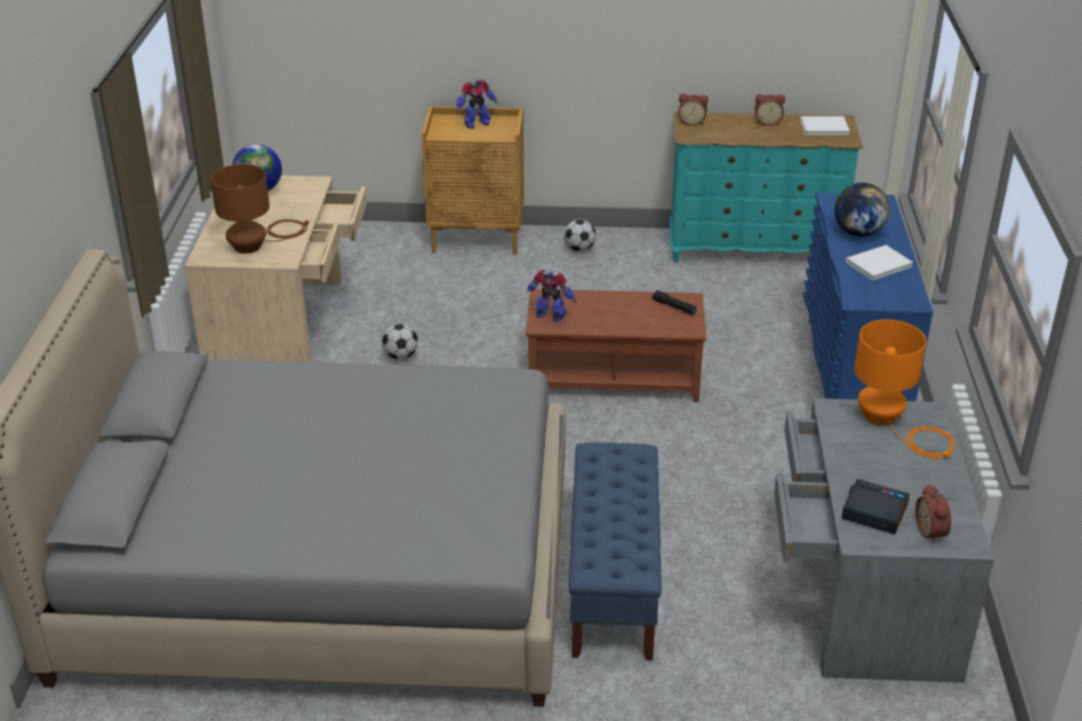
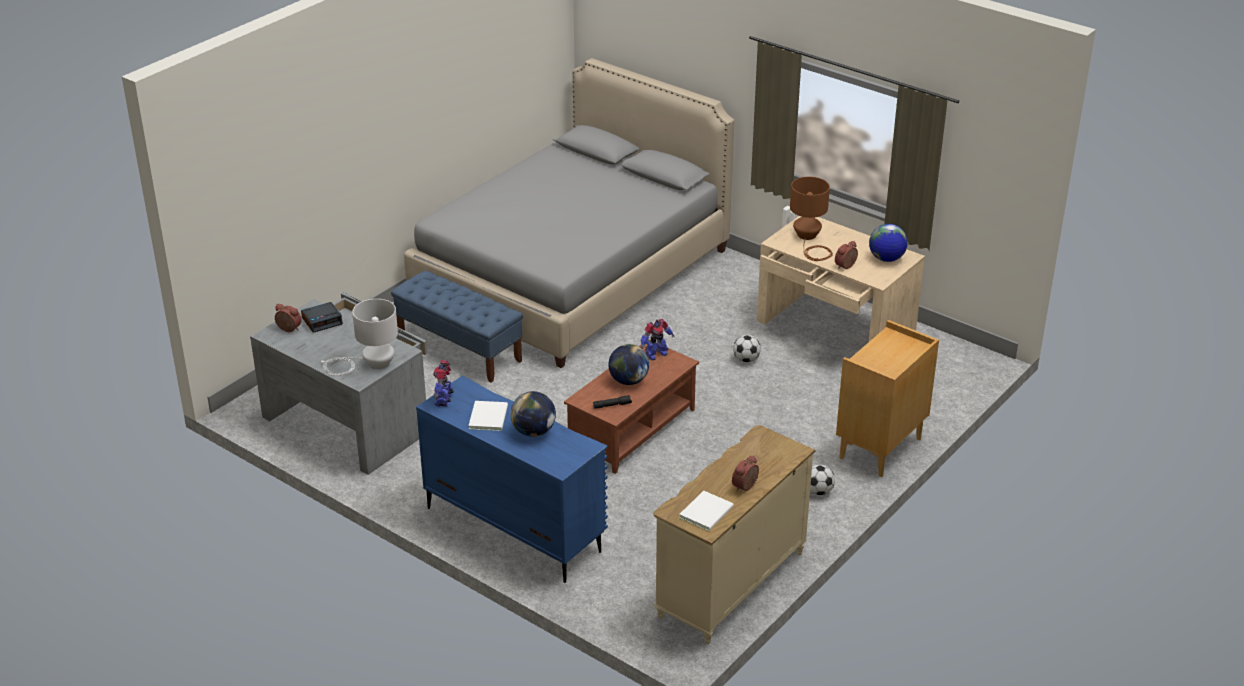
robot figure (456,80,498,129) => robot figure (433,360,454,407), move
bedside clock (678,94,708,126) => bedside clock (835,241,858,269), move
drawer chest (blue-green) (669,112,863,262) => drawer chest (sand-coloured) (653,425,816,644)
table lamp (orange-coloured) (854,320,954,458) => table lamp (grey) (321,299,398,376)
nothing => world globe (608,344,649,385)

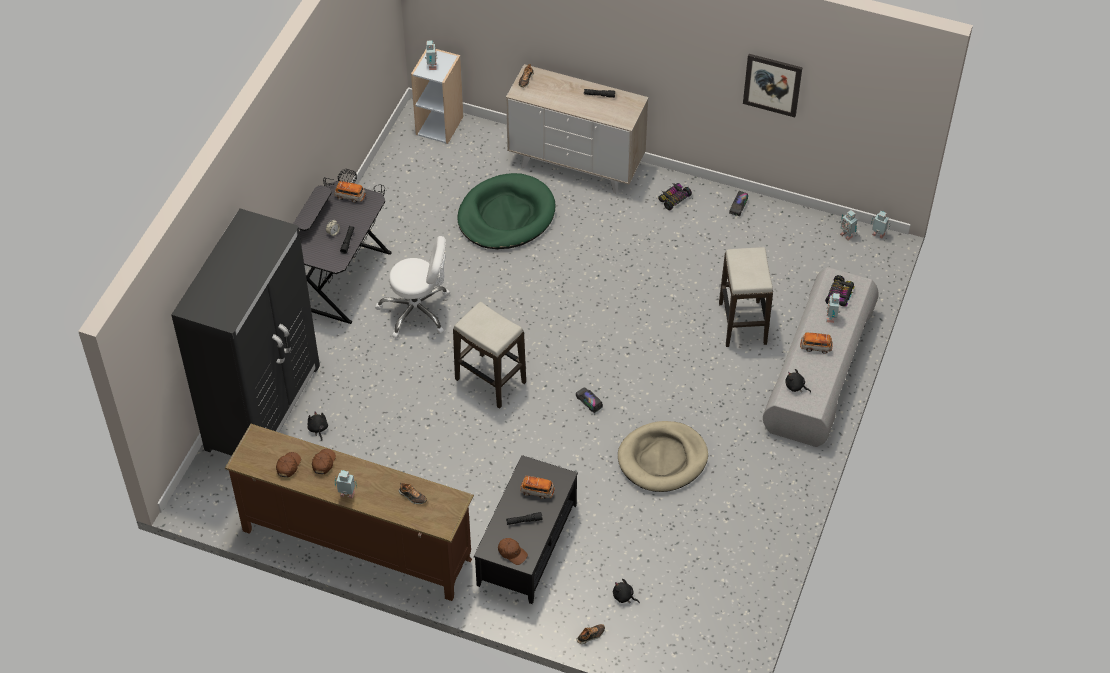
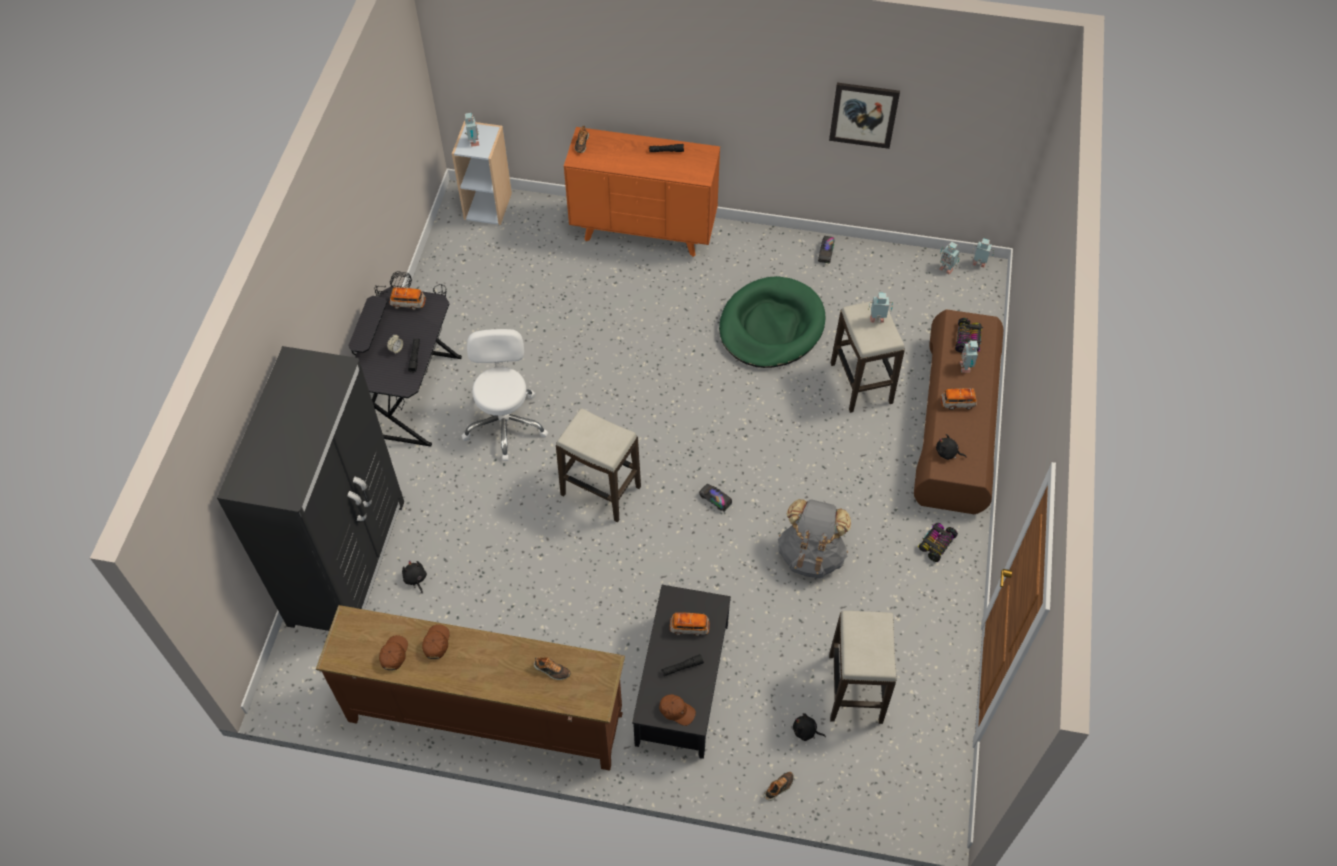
drawer chest (whitish) (506,64,648,194) => drawer chest (orange-coloured) (564,127,720,257)
dog cushion (green) (457,173,556,249) => dog cushion (green) (719,276,826,368), move
toy car (658,183,692,210) => toy car (918,523,958,562), move
office chair (whitish) (375,236,450,339) => office chair (whitish) (462,329,548,461), 90 degrees counterclockwise
bench (grey) (763,267,879,447) => bench (brown-coloured) (914,310,1003,514)
dog cushion (sand-coloured) (618,421,708,492) => knapsack (grey) (778,499,851,578)
robot figure (335,470,357,499) => robot figure (868,293,893,323), move
nothing => sitting stool (829,611,897,724)

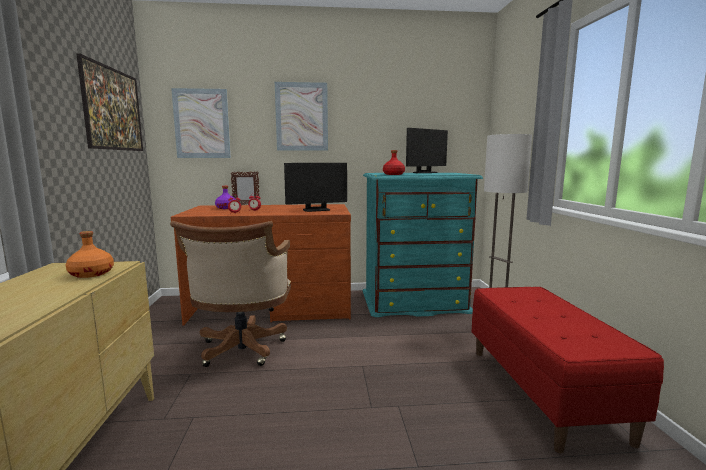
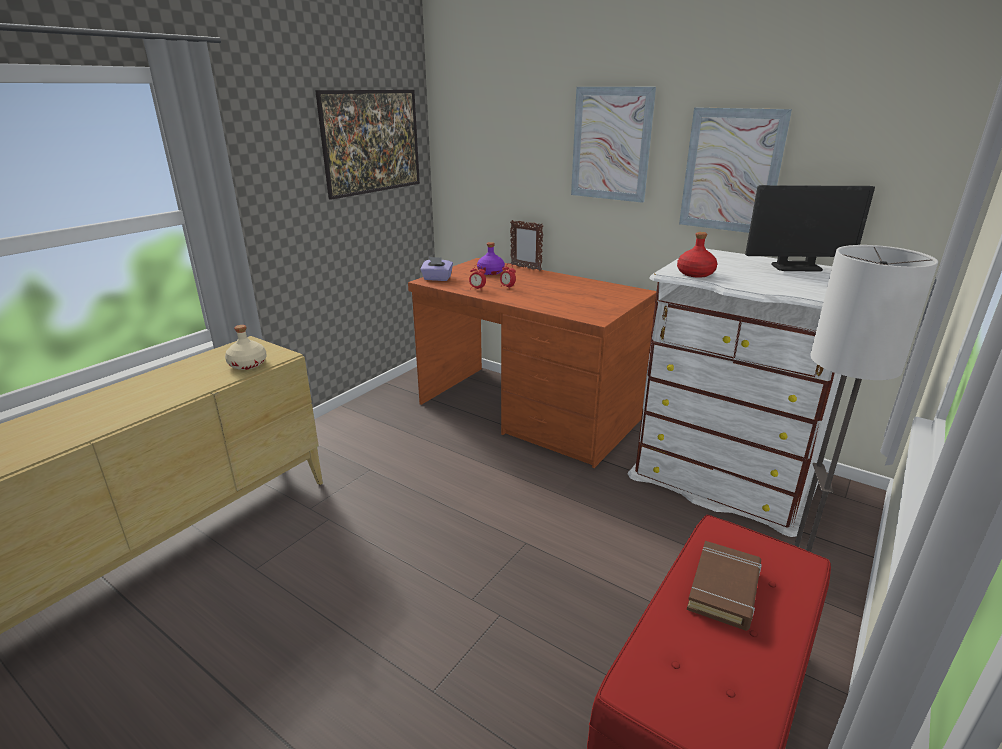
picture (171,88,231,158) => picture (679,107,792,233), move
computer display (284,163,347,212) => nothing
drawer chest (blue-green) (362,173,483,317) => drawer chest (whitish) (628,249,841,537)
office chair (170,221,291,367) => nothing
beverage bottle (orange-coloured) (66,231,114,278) => beverage bottle (sand-coloured) (225,325,267,370)
nothing => tissue holder (purple-coloured) (420,257,453,281)
nothing => volume (brown-coloured) (687,541,762,631)

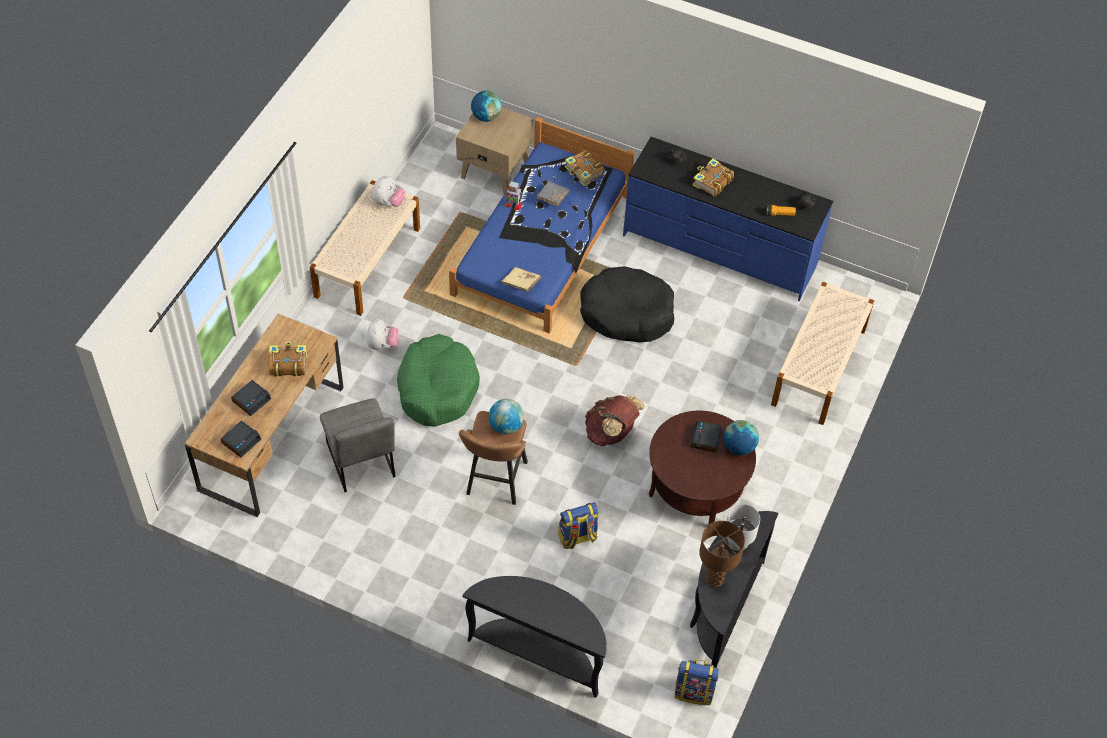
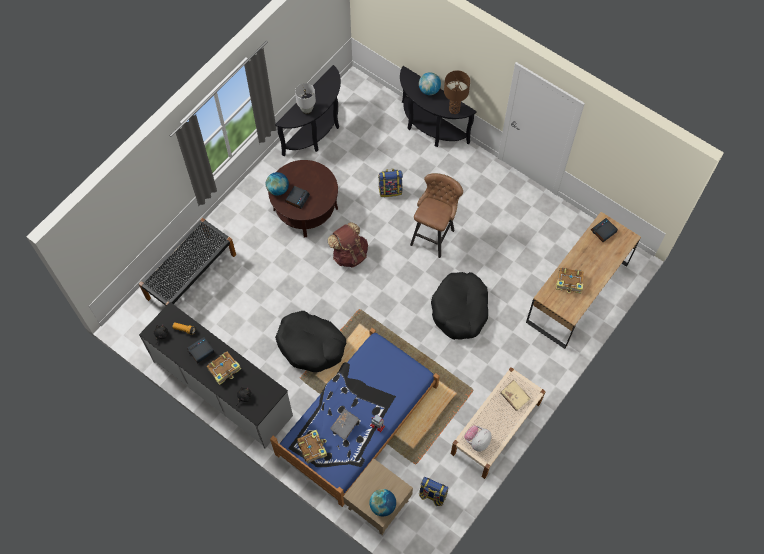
drawer chest (bluish) (623,137,833,301) => drawer chest (grey) (139,302,293,449)
volume (sand-coloured) (502,267,541,292) => volume (sand-coloured) (500,380,530,411), move
bench (sand-coloured) (771,282,875,425) => bench (black-coloured) (139,218,236,306)
cuddly toy (367,319,399,350) => nothing
dog cushion (green) (397,334,480,427) => dog cushion (black-coloured) (431,272,488,340)
bedside clock (231,380,271,416) => bedside clock (187,337,215,364), move
upright chair (grey) (320,399,395,492) => nothing
world globe (489,399,524,434) => world globe (419,72,441,95), move
table lamp (brown-coloured) (699,521,745,587) => table lamp (brown-coloured) (444,70,470,114), move
knapsack (675,659,719,705) => knapsack (419,477,449,506), move

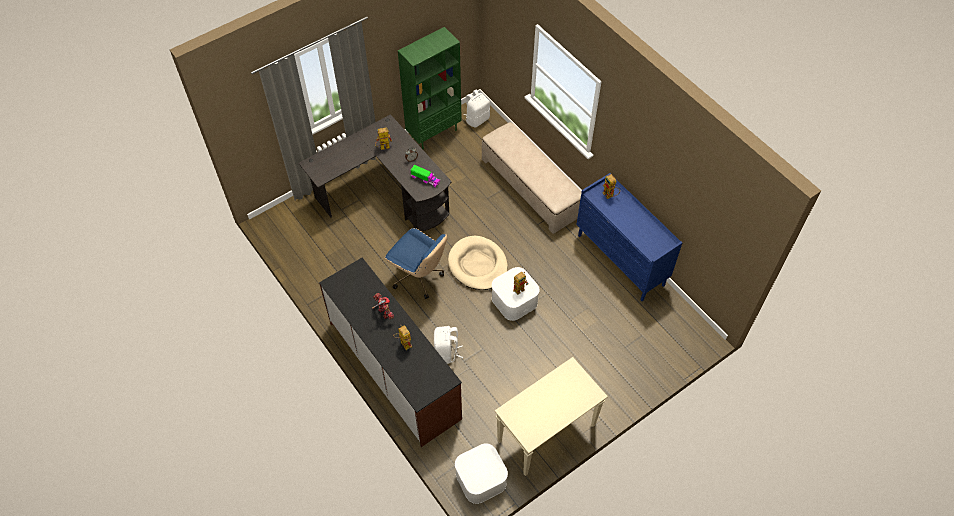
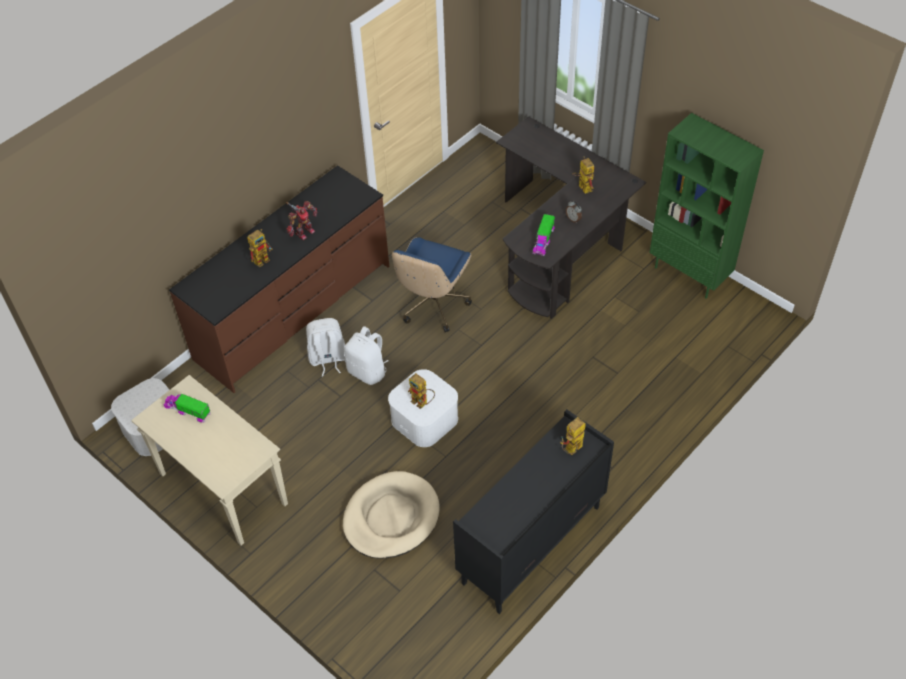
knapsack (whitish) (464,89,490,127) => knapsack (whitish) (344,326,388,385), move
bench (sand-coloured) (482,122,581,234) => nothing
drawer chest (bluish) (577,173,683,301) => drawer chest (black-coloured) (453,409,614,614)
dog cushion (sand-coloured) (448,236,508,290) => dog cushion (sand-coloured) (343,471,440,559), move
nothing => model truck (164,393,211,422)

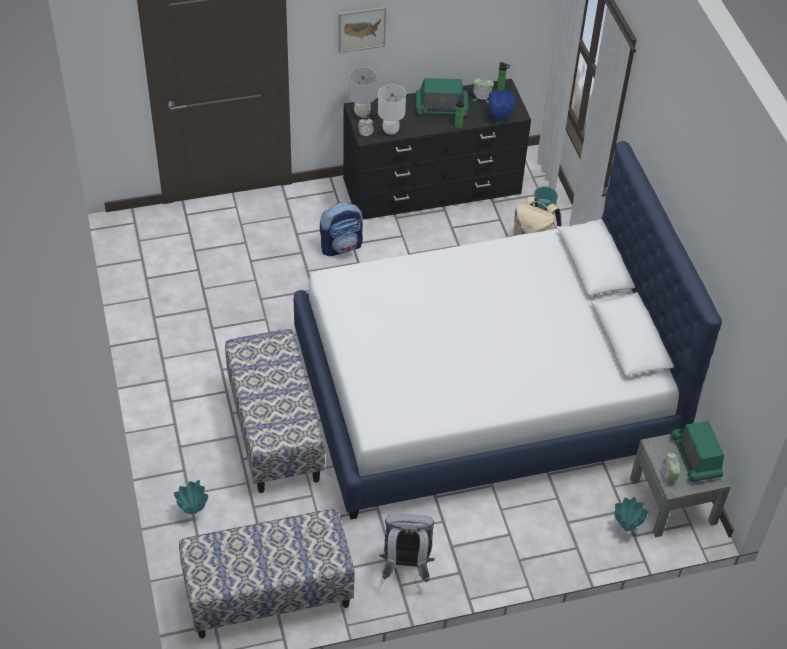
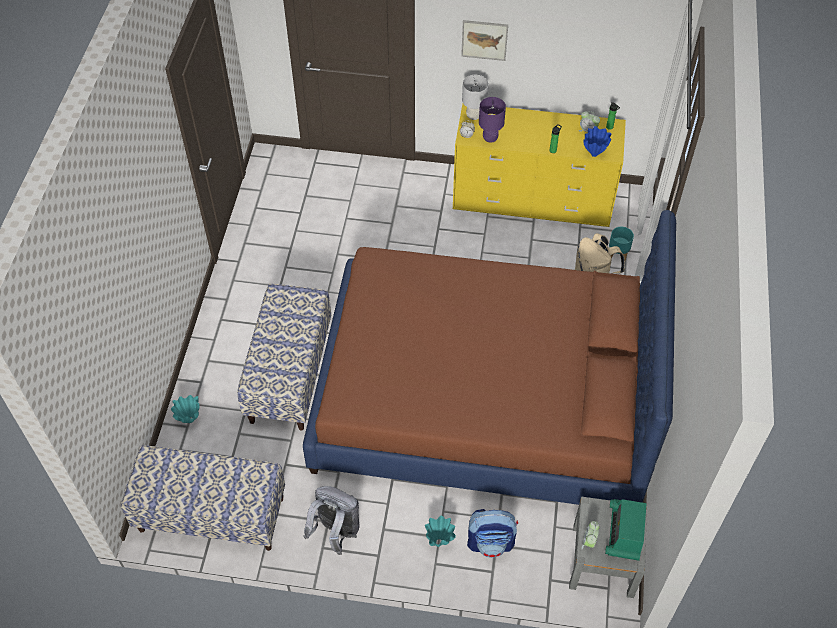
radio (416,78,469,116) => nothing
drawer chest (black-coloured) (343,79,531,220) => drawer chest (yellowish) (453,104,626,227)
table lamp (whitish) (378,85,406,135) => table lamp (purple-coloured) (479,97,506,143)
sleeping bed (whitish) (294,141,722,519) => sleeping bed (brown-coloured) (303,210,676,505)
knapsack (320,202,363,256) => knapsack (467,509,518,558), move
vase (blue-green) (614,497,649,532) => vase (blue-green) (425,515,456,547), move

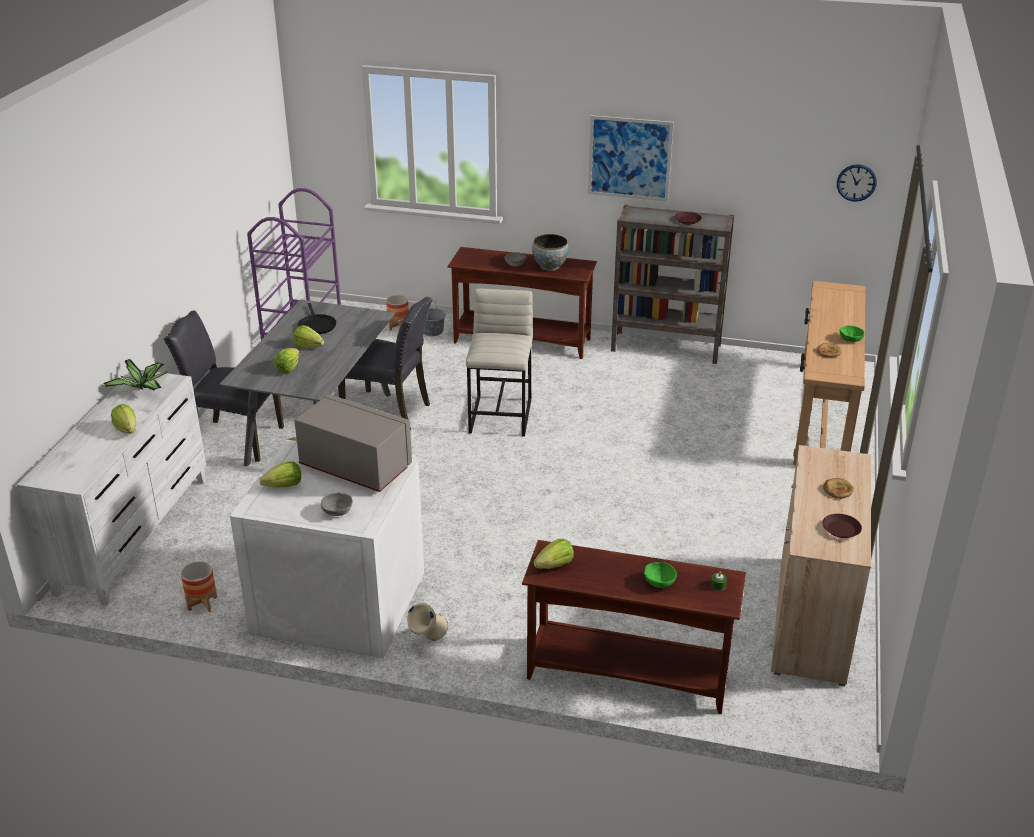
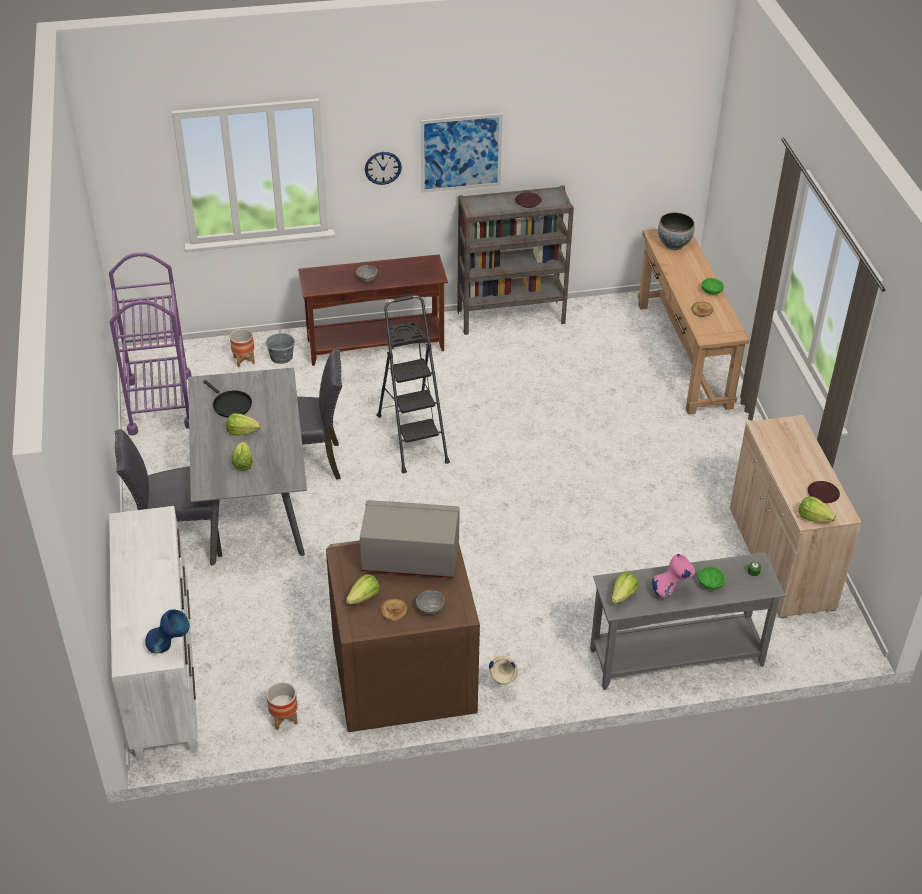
wall clock (837,164,876,202) => wall clock (365,152,402,185), move
deep dish (532,234,569,271) => deep dish (658,212,694,250), move
sitting stool (sand-coloured) (466,289,533,437) => step stool (376,295,450,473)
potted plant (104,359,167,391) => nothing
lettuce head (111,404,136,434) => lettuce head (798,496,836,522), move
drawer chest (whitish) (230,437,424,658) => drawer chest (brown-coloured) (326,540,480,732)
bakery bread (823,478,854,499) => bakery bread (380,598,407,622), move
console table (brown-coloured) (522,540,746,714) => console table (grey) (590,552,786,690)
nothing => vase (pink-coloured) (652,554,695,598)
nothing => vase (bluish) (145,609,189,653)

